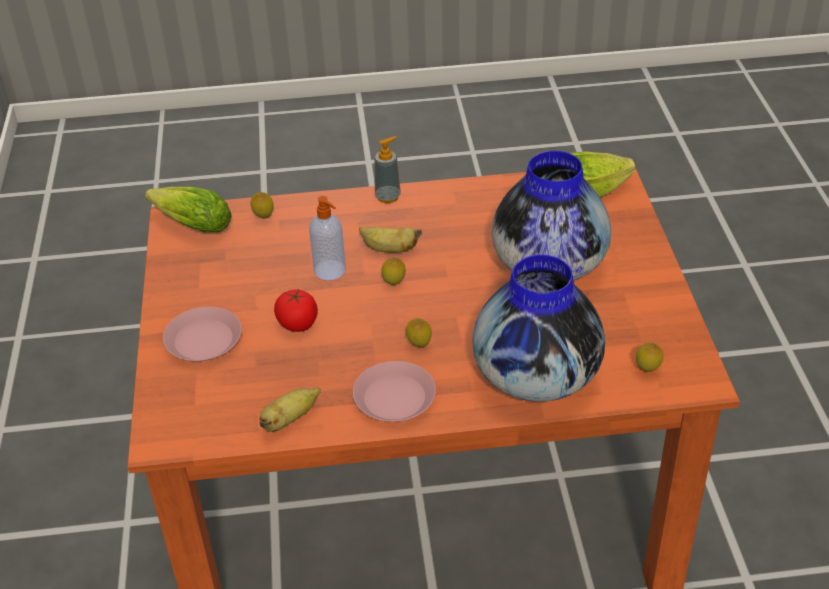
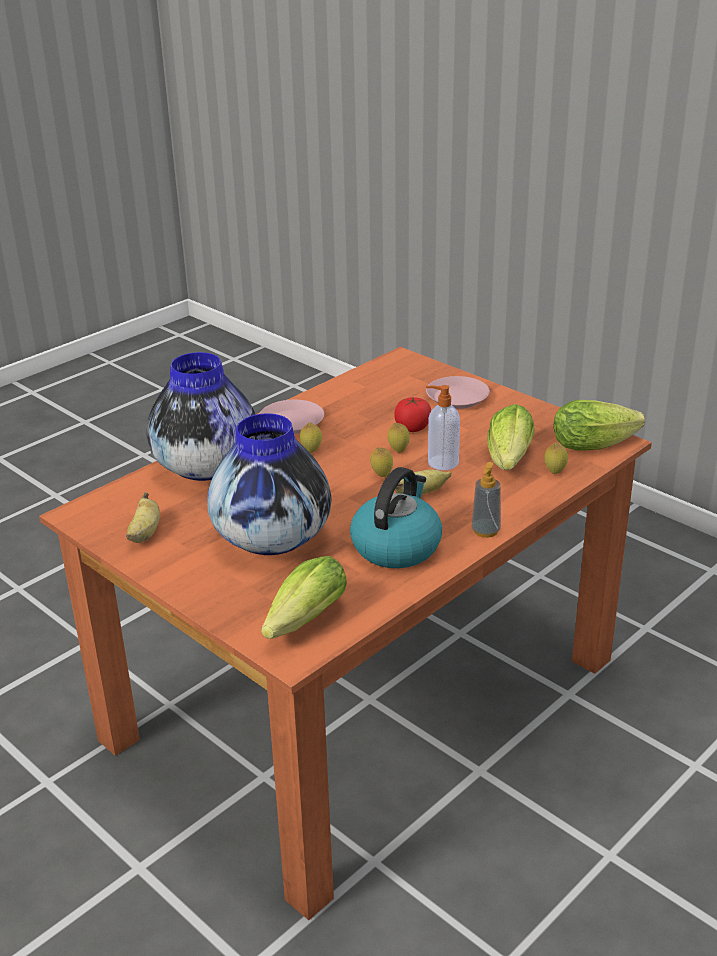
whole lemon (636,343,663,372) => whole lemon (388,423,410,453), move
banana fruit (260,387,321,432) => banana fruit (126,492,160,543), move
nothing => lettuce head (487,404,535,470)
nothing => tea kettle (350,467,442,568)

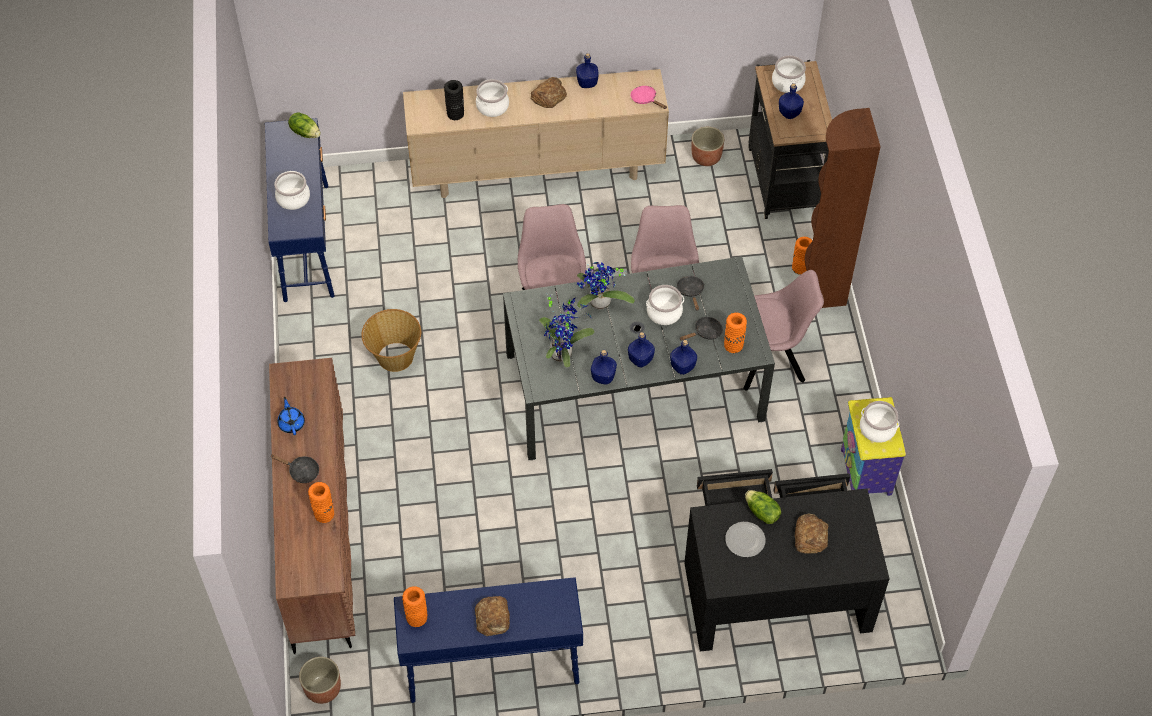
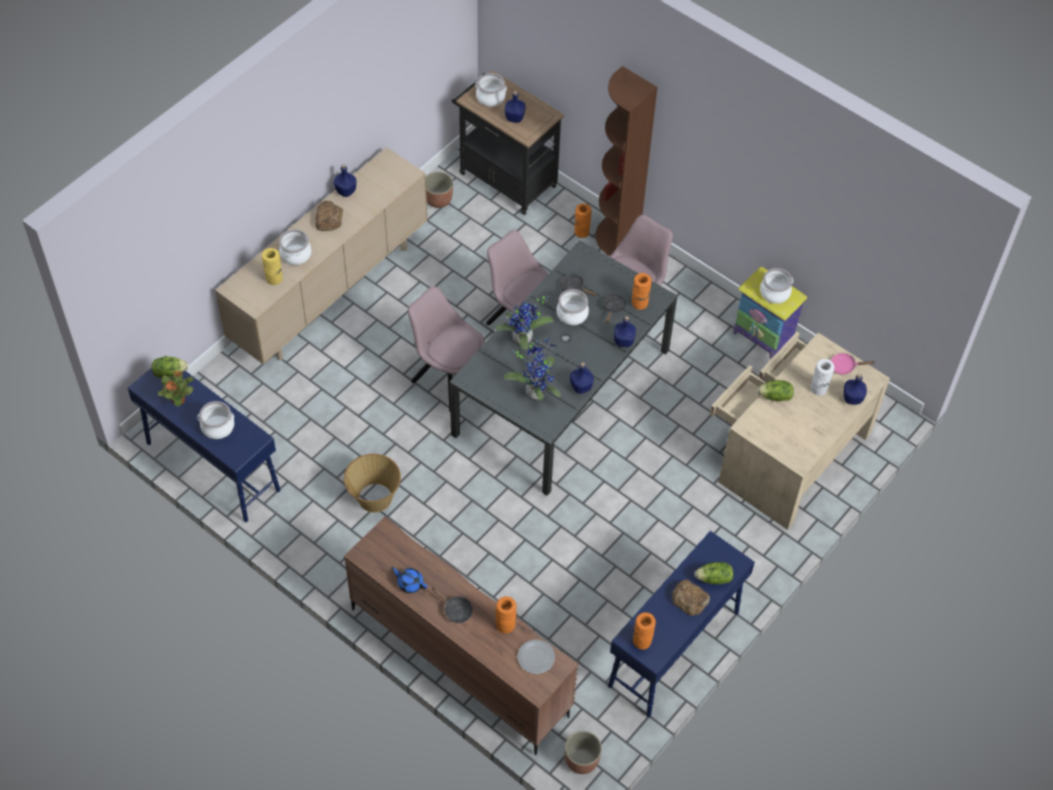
vase (black-coloured) (444,80,464,120) => vase (yellowish) (262,248,283,285)
frying pan (pink-coloured) (631,86,667,109) => frying pan (pink-coloured) (830,353,875,375), move
beverage bottle (bluish) (628,332,655,367) => beverage bottle (bluish) (844,374,867,405), move
frying pan (black-coloured) (271,454,319,483) => frying pan (black-coloured) (431,587,473,623), 60 degrees clockwise
desk unit (black-coloured) (684,469,890,651) => desk unit (sand-coloured) (710,332,890,530)
bakery bread (795,513,828,554) => vase (whitish) (811,359,835,396)
dinner plate (725,522,765,557) => dinner plate (517,639,555,674), move
nothing => potted plant (158,370,194,407)
nothing => lettuce head (694,562,733,585)

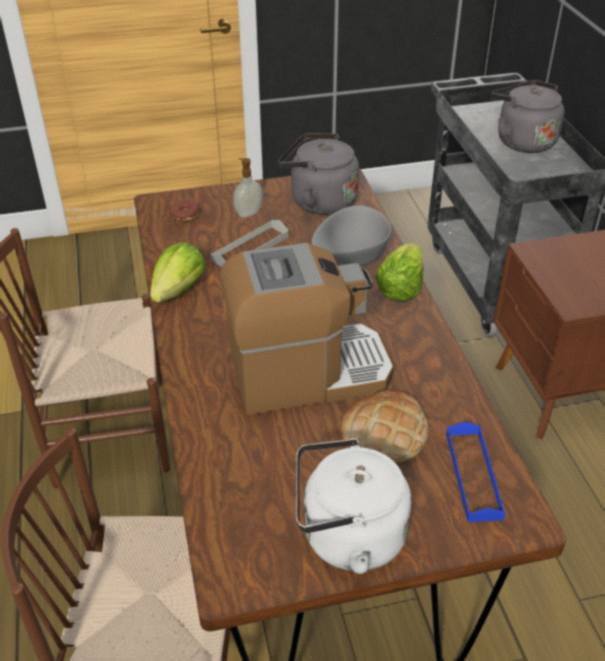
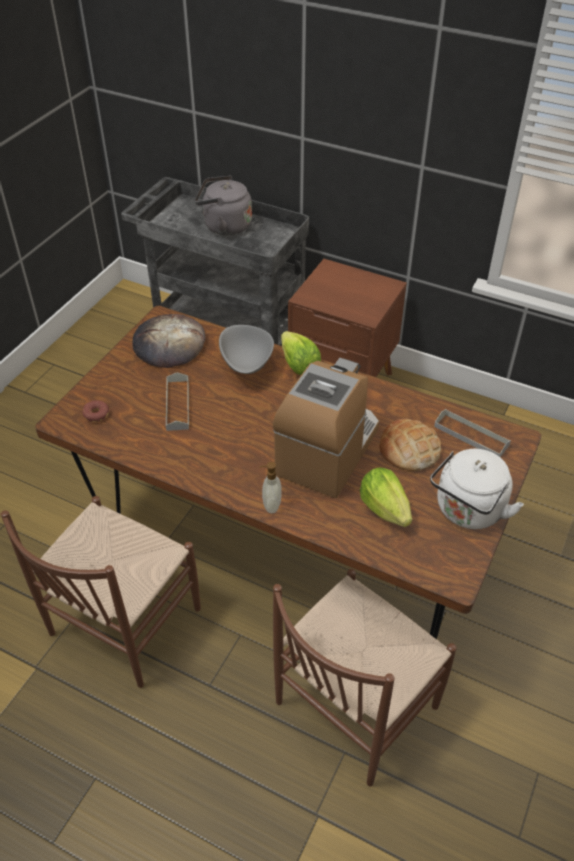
tea kettle (grey) (278,133,359,215) => bakery bread (132,314,205,368)
soap dispenser (233,158,263,218) => soap dispenser (259,462,282,513), move
lettuce head (150,242,205,302) => lettuce head (360,467,412,527), move
tray (bluish) (446,422,505,522) => tray (grey) (434,409,511,457)

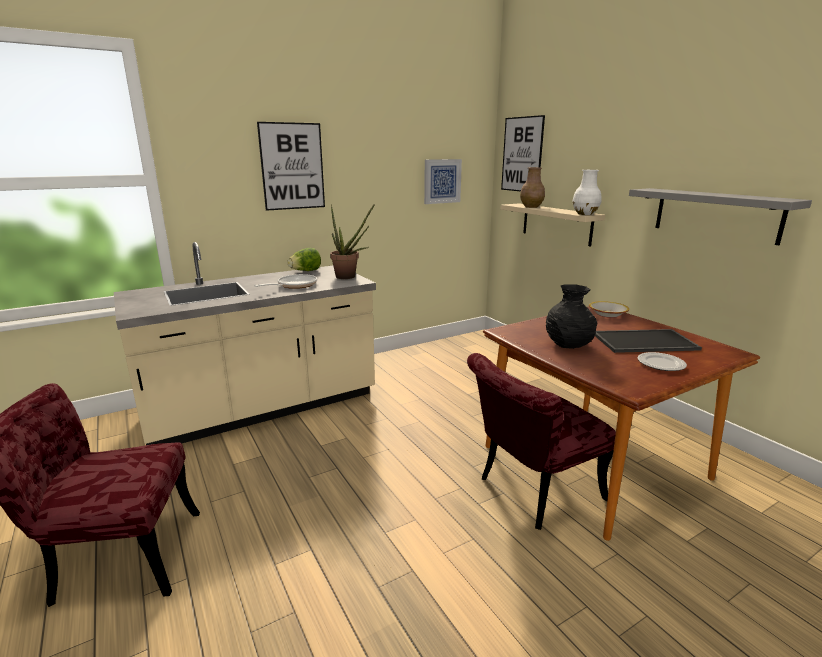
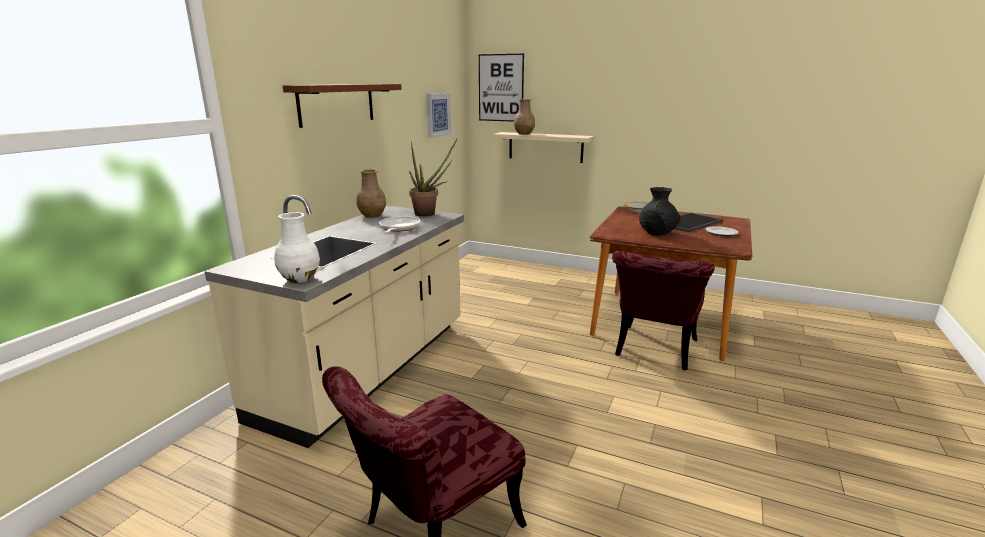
picture (257,122,325,211) => bracket shelf (brown-coloured) (283,84,402,128)
vase (whitish) (573,170,602,215) => vase (whitish) (274,212,320,283), move
bracket shelf (grey) (629,188,812,245) => nothing
lettuce head (287,248,321,271) => vase (brown-coloured) (356,170,386,218)

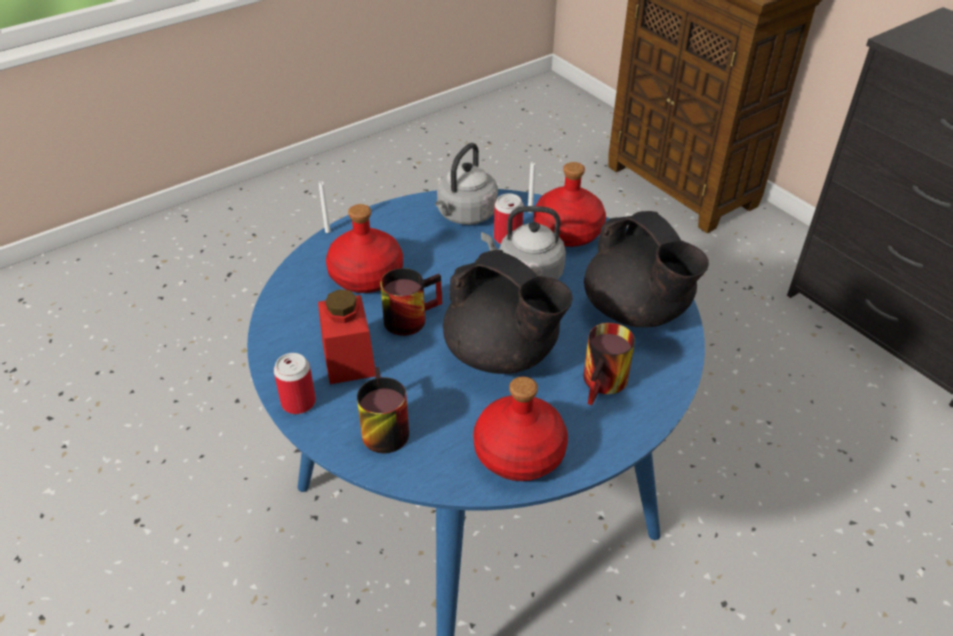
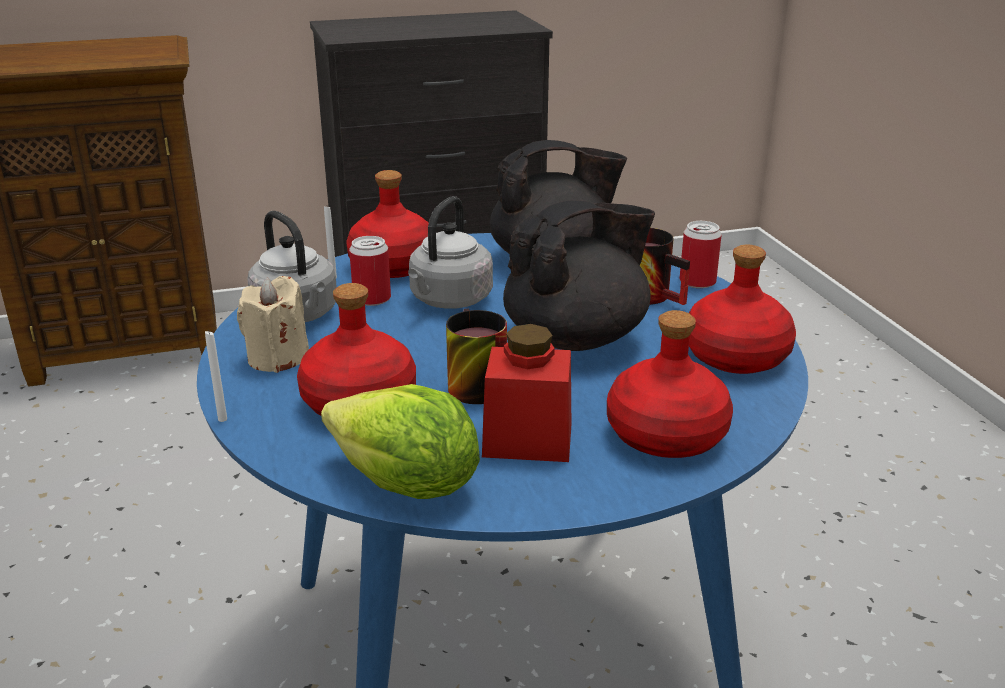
sealed can (274,353,316,414) => sealed can (680,221,722,288), move
coffee mug (357,367,409,453) => beverage bottle (red-coloured) (607,310,733,458)
nothing => wax light (sand-coloured) (237,276,309,373)
nothing => lettuce head (321,384,480,499)

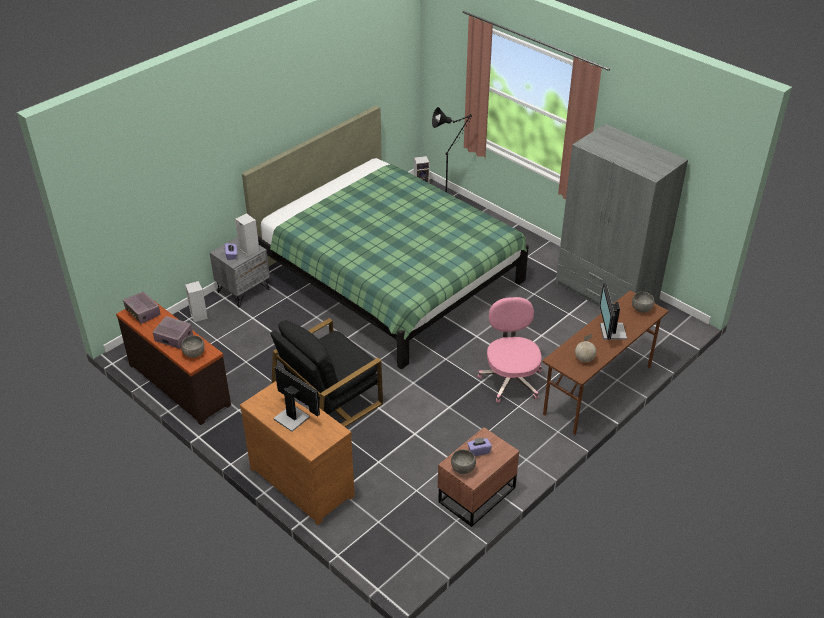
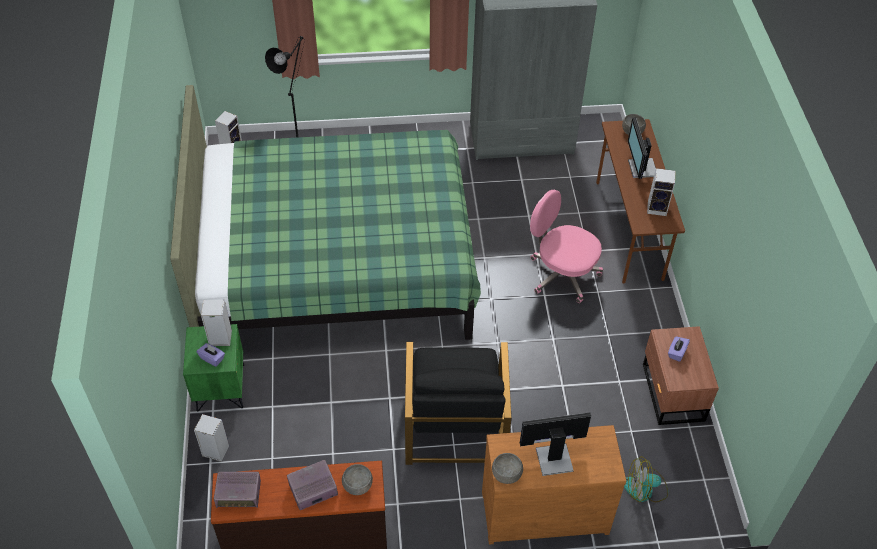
night table (grey) (210,237,270,307) => night table (green) (183,324,244,411)
computer display (600,283,627,340) => computer display (628,117,656,179), 45 degrees clockwise
world globe (575,334,596,362) => speaker (647,168,675,216)
deep dish (grey) (451,449,476,474) => deep dish (grey) (492,453,523,484), move
nothing => fan (624,457,668,502)

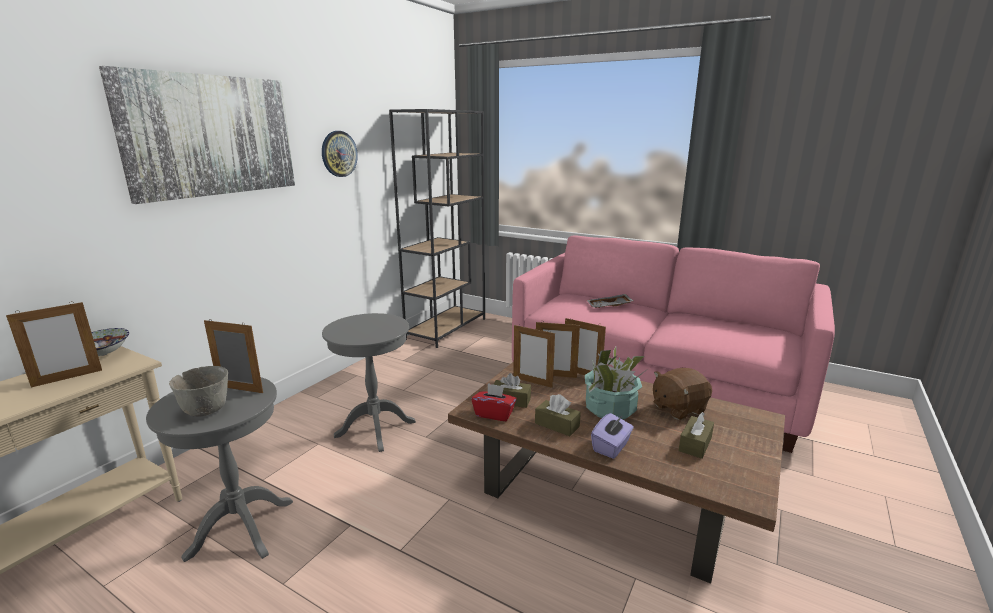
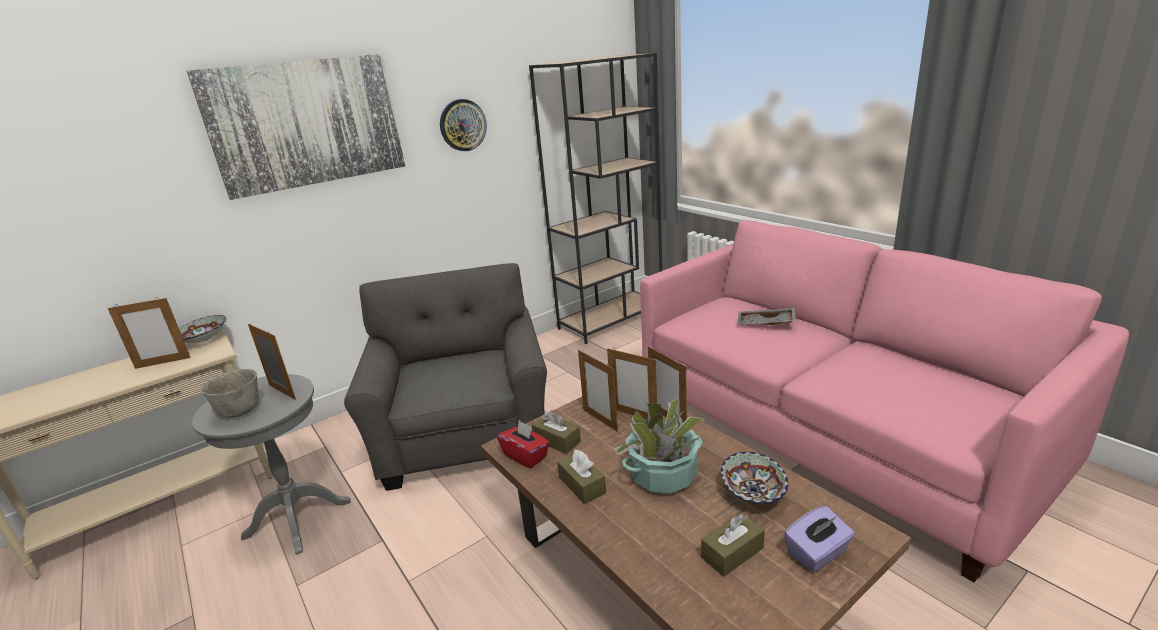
side table (grey) (322,313,416,452) => lounge chair (grey) (344,263,547,491)
cuddly toy (brown-coloured) (653,368,712,420) => deep dish (721,452,788,504)
tissue holder (purple-coloured) (591,413,634,459) => tissue holder (purple-coloured) (784,506,855,572), move

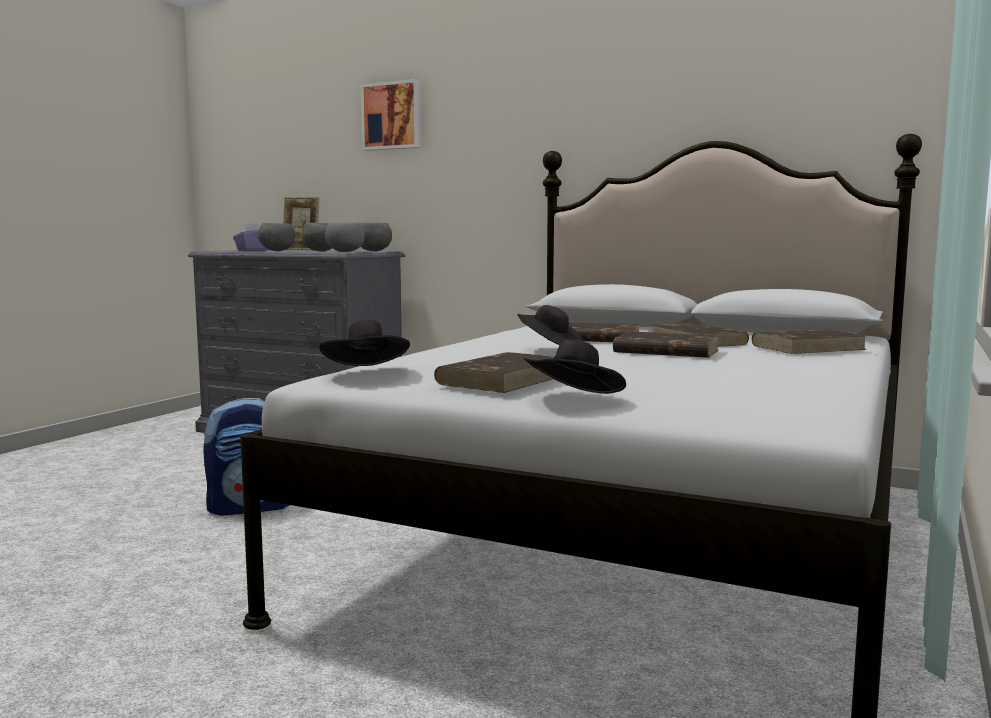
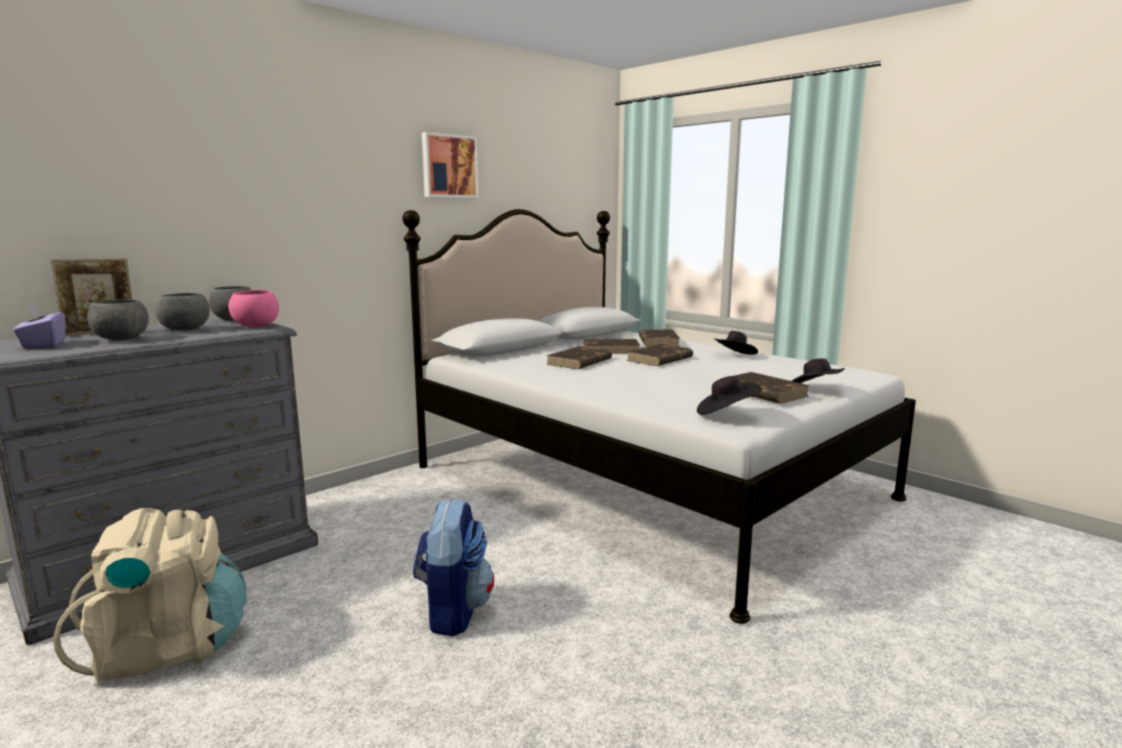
picture (361,79,421,151) => picture (422,132,479,198), move
deep dish (grey) (325,222,365,252) => deep dish (pink-coloured) (228,290,279,328)
wearable hat (black-coloured) (517,305,583,345) => wearable hat (black-coloured) (713,331,758,355), move
nothing => knapsack (sand-coloured) (53,508,247,683)

